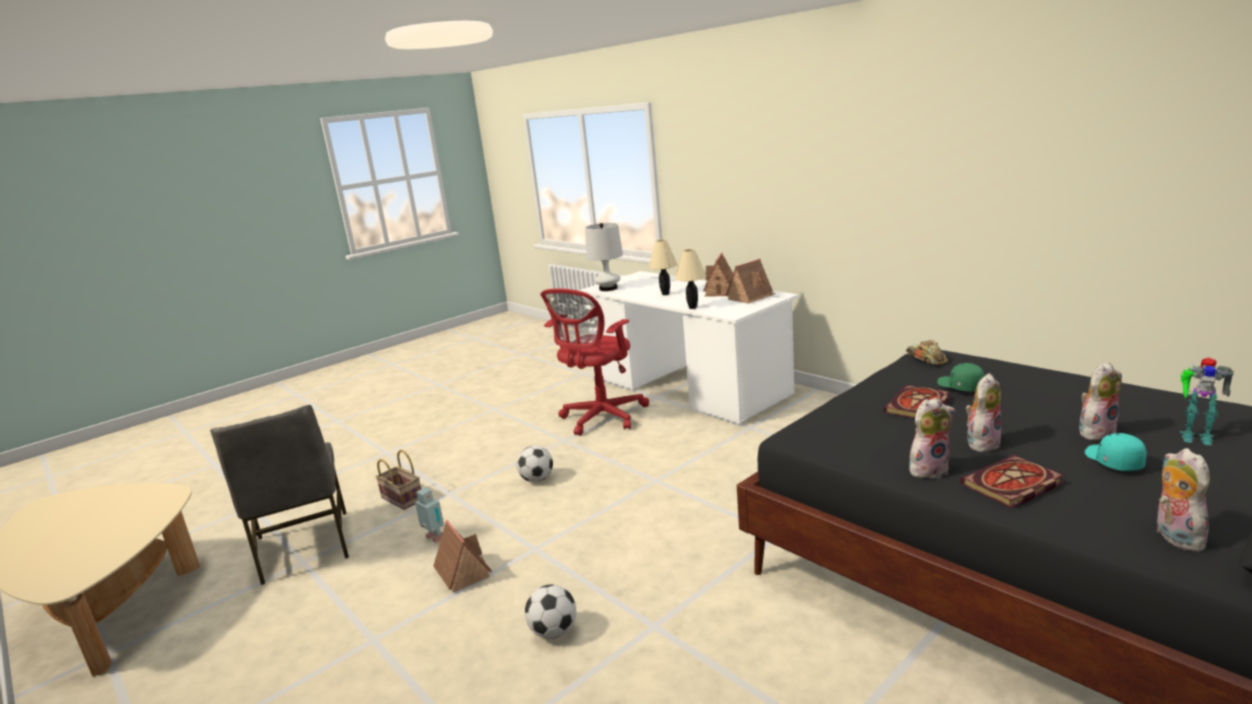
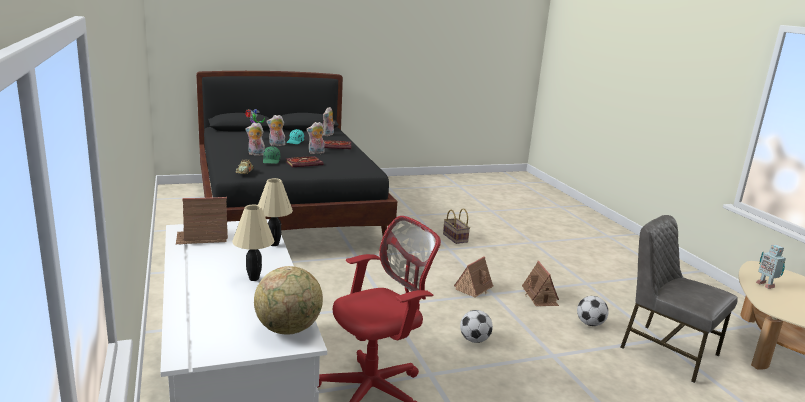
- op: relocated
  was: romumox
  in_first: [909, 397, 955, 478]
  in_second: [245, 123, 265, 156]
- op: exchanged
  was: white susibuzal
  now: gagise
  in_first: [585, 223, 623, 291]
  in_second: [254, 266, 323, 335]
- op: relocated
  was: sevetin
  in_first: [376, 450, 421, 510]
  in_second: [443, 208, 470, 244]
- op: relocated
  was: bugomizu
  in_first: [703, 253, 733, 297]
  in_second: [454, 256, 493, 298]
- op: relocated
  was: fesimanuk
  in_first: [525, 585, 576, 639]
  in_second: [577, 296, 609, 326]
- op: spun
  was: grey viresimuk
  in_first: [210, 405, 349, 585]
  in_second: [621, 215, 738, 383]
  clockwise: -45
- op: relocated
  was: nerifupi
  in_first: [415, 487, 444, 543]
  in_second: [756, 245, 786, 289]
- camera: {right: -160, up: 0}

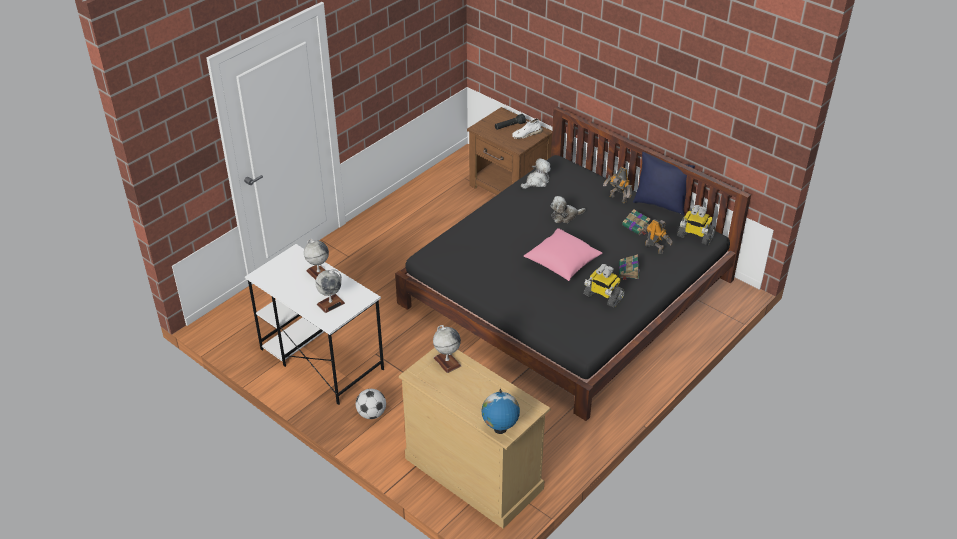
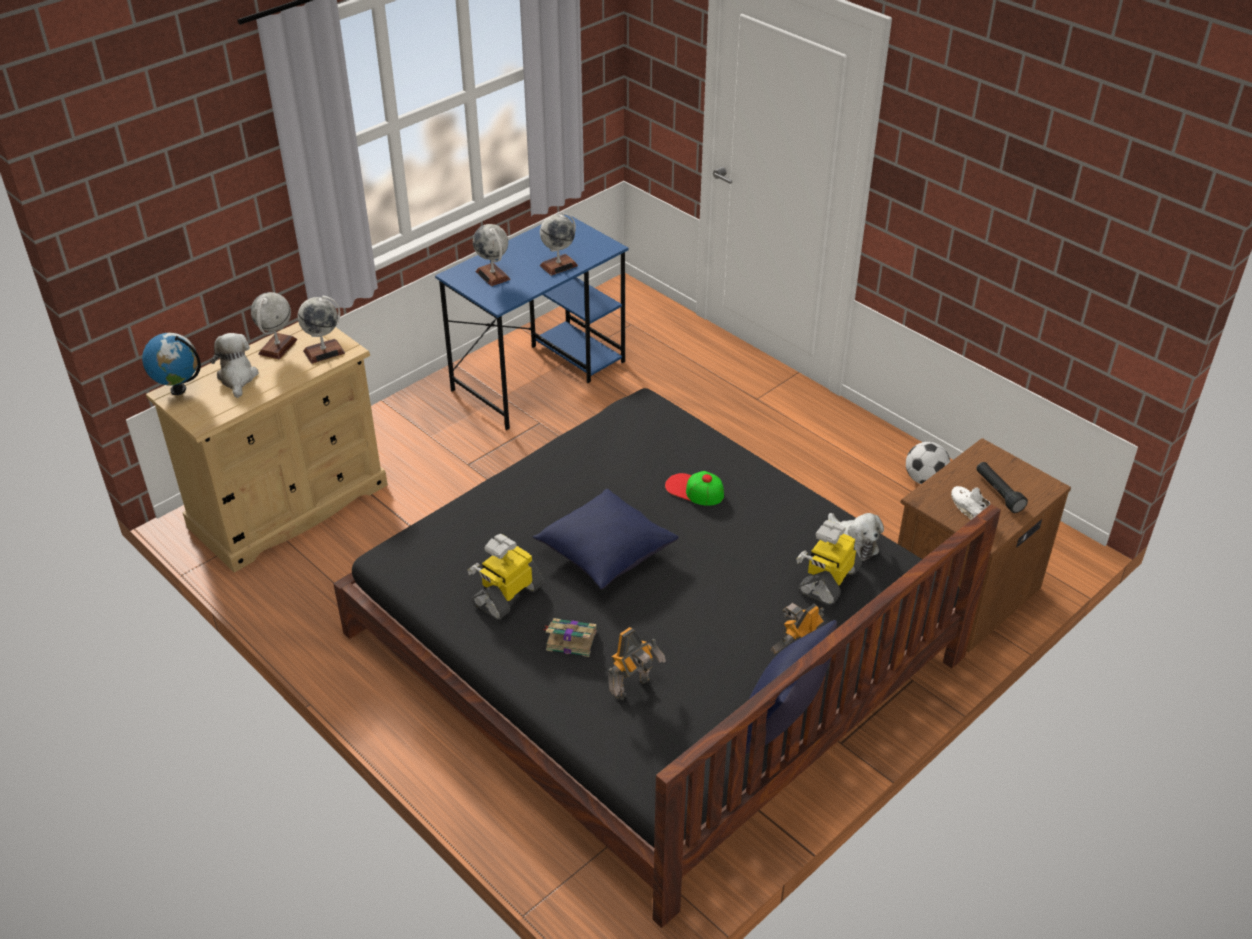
- op: relocated
  was: romumox
  in_first: [551, 196, 586, 223]
  in_second: [210, 333, 259, 398]
- op: appeared
  now: gagise
  in_second: [251, 292, 297, 359]
- op: colour
  was: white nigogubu
  now: blue nigogubu
  in_first: [245, 244, 384, 405]
  in_second: [435, 215, 629, 430]
- op: colour
  was: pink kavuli
  now: blue kavuli
  in_first: [524, 228, 603, 281]
  in_second: [532, 489, 678, 589]
- op: appeared
  now: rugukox
  in_second: [665, 471, 724, 506]
- op: relocated
  was: nerifupi
  in_first: [677, 205, 716, 245]
  in_second: [796, 520, 862, 605]
- op: relocated
  was: fesimanuk
  in_first: [356, 389, 386, 419]
  in_second: [906, 442, 950, 484]
- op: missing
  was: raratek
  in_first: [622, 209, 651, 235]
- camera: {right: 95, up: 0}

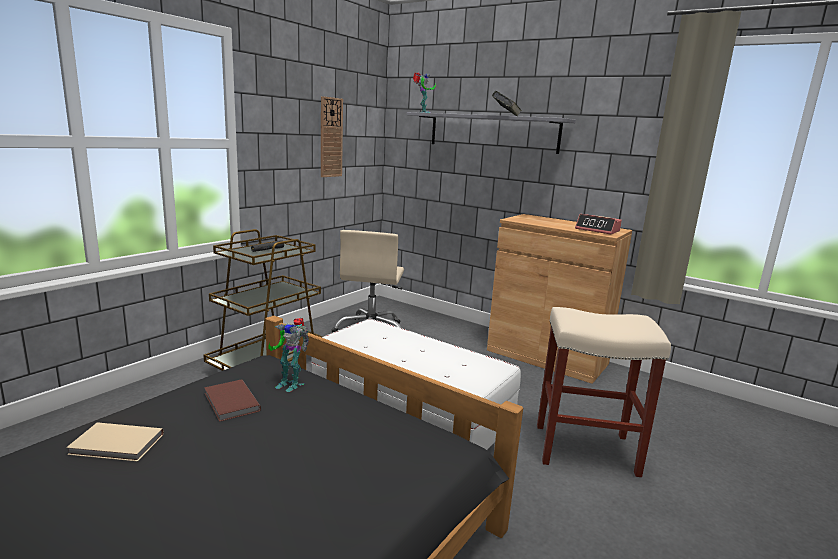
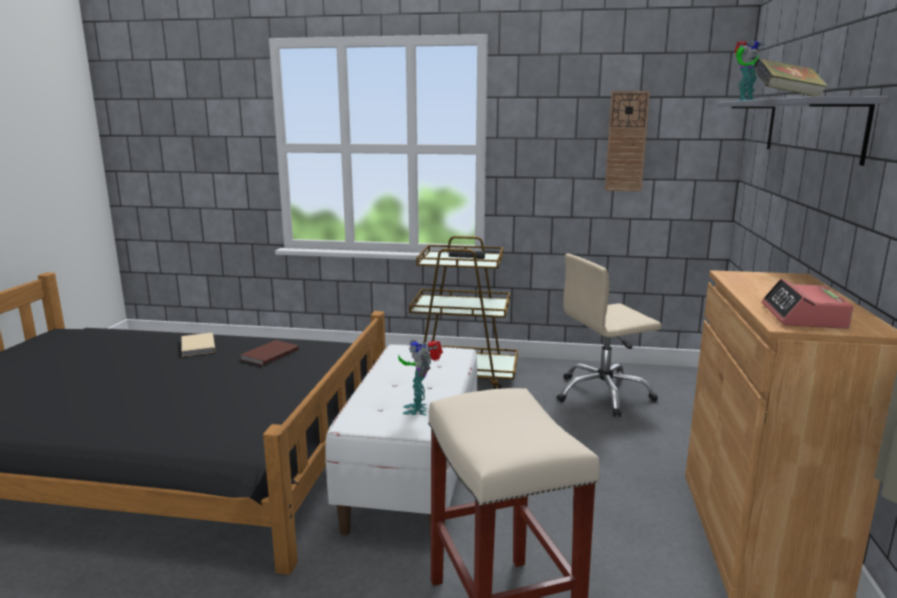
- op: relocated
  was: nerifupi
  in_first: [268, 318, 310, 392]
  in_second: [398, 340, 443, 416]
- camera: {right: 65, up: 0}

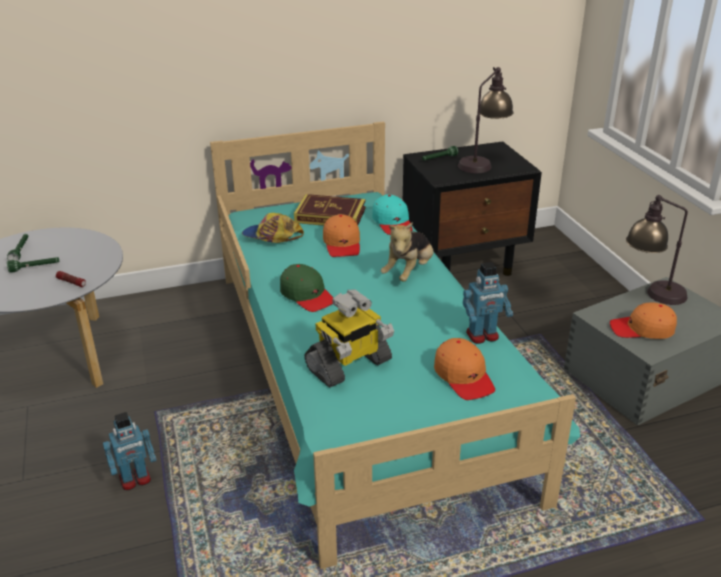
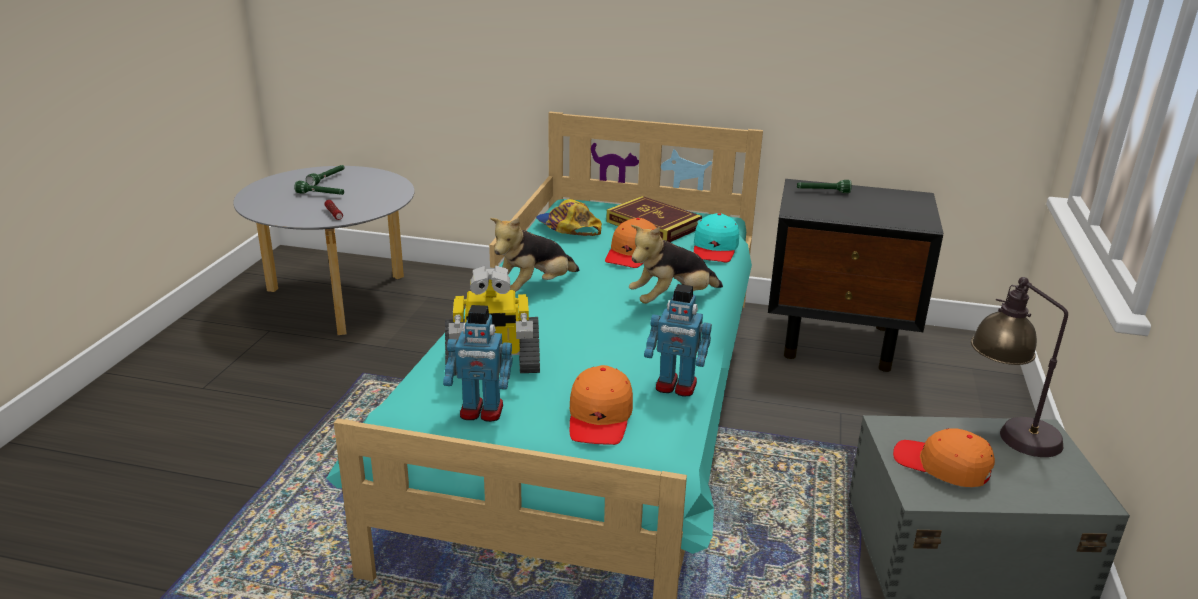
- op: relocated
  was: nerifupi
  in_first: [103, 412, 157, 490]
  in_second: [443, 305, 512, 422]
- op: exchanged
  was: green rugukox
  now: romumox
  in_first: [280, 264, 333, 312]
  in_second: [490, 217, 579, 292]
- op: missing
  was: susibuzal
  in_first: [458, 67, 514, 173]
- camera: {right: 30, up: -5}

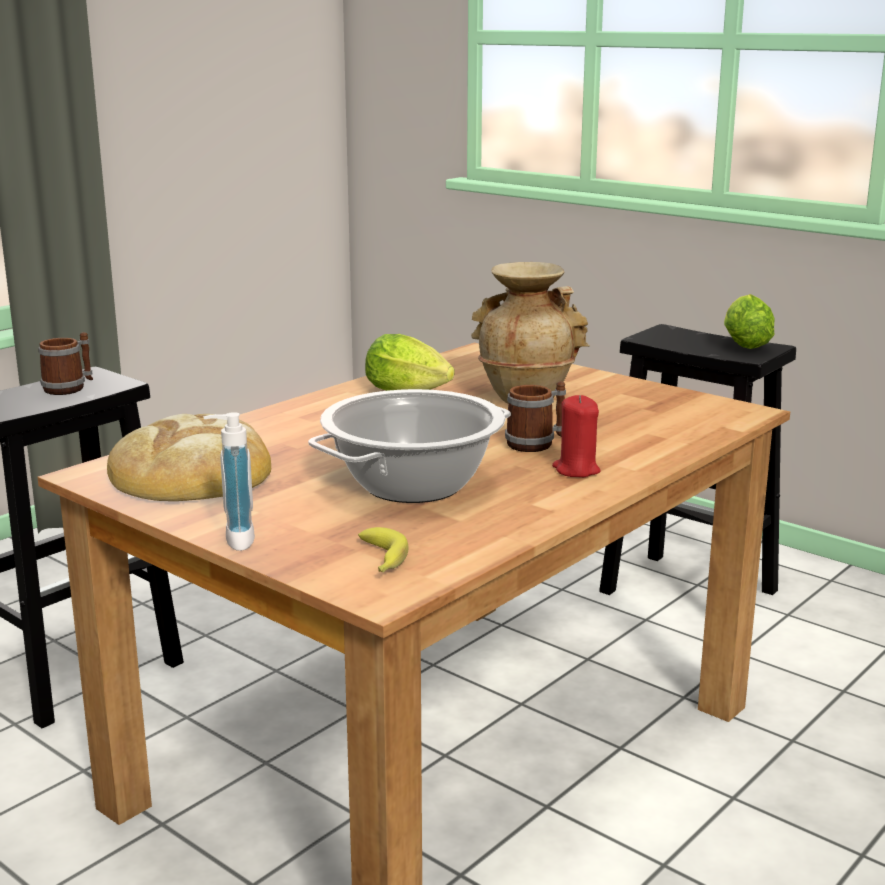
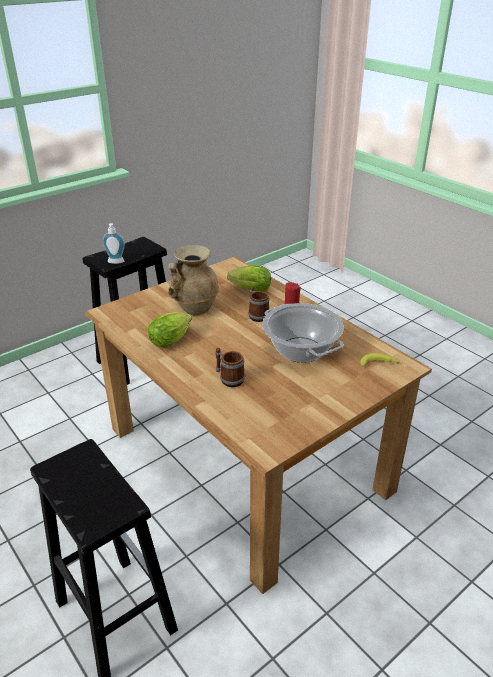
- op: relocated
  was: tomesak
  in_first: [204, 412, 255, 551]
  in_second: [102, 223, 125, 264]
- op: relocated
  was: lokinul
  in_first: [38, 332, 93, 395]
  in_second: [215, 348, 245, 387]
- op: relocated
  was: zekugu
  in_first: [724, 294, 775, 349]
  in_second: [227, 265, 271, 291]
- op: missing
  was: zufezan
  in_first: [107, 414, 271, 501]
- camera: {right: -80, up: 15}

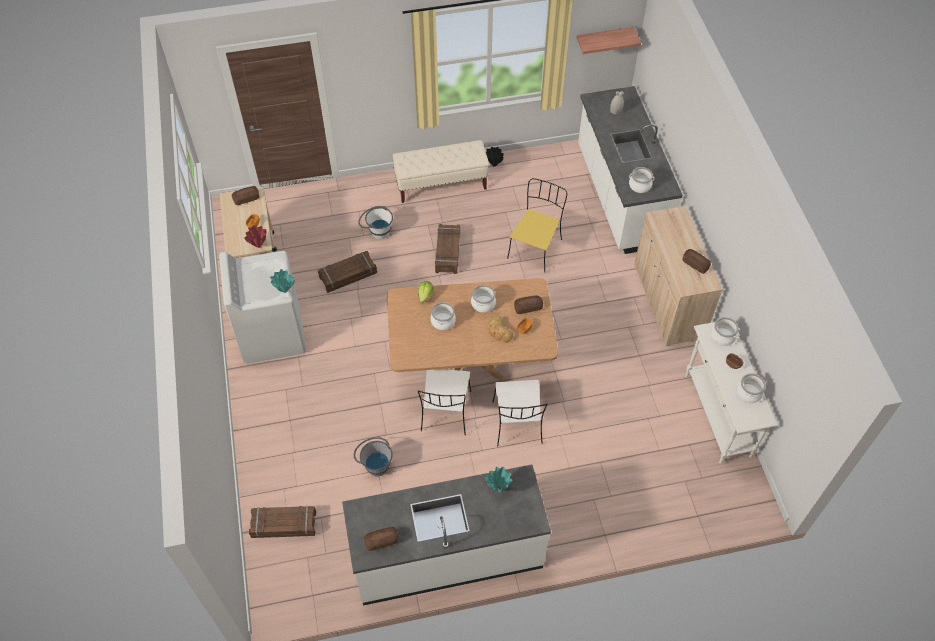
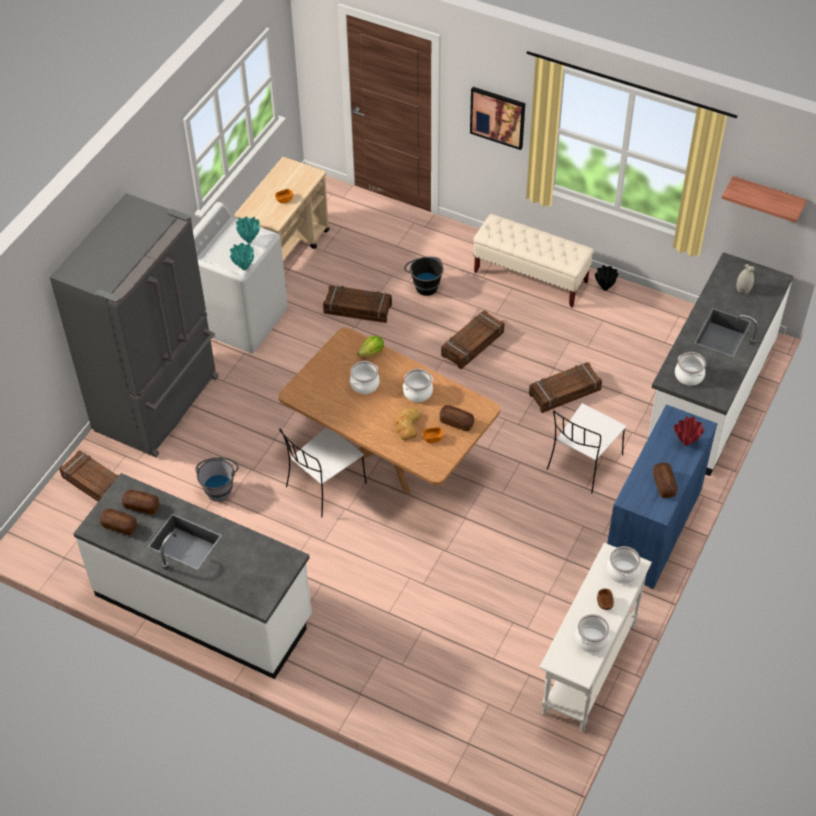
- op: appeared
  now: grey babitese
  in_second: [50, 193, 219, 457]
- op: relocated
  was: zufezan
  in_first: [232, 186, 259, 205]
  in_second: [122, 490, 159, 514]
- op: relocated
  was: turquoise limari
  in_first: [485, 467, 513, 492]
  in_second: [236, 217, 260, 243]
- op: colour
  was: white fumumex
  now: black fumumex
  in_first: [358, 206, 393, 239]
  in_second: [404, 257, 444, 296]
- op: appeared
  now: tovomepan
  in_second: [470, 87, 525, 150]
- op: exchanged
  was: yellow viresimuk
  now: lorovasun
  in_first: [507, 178, 567, 272]
  in_second: [529, 362, 602, 413]
- op: relocated
  was: white viresimuk
  in_first: [492, 380, 547, 447]
  in_second: [547, 403, 626, 493]
- op: colour
  was: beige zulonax
  now: blue zulonax
  in_first: [634, 206, 723, 346]
  in_second: [607, 404, 718, 589]
- op: relocated
  was: red limari
  in_first: [244, 225, 266, 248]
  in_second: [674, 416, 705, 446]
- camera: {right: 40, up: -5}

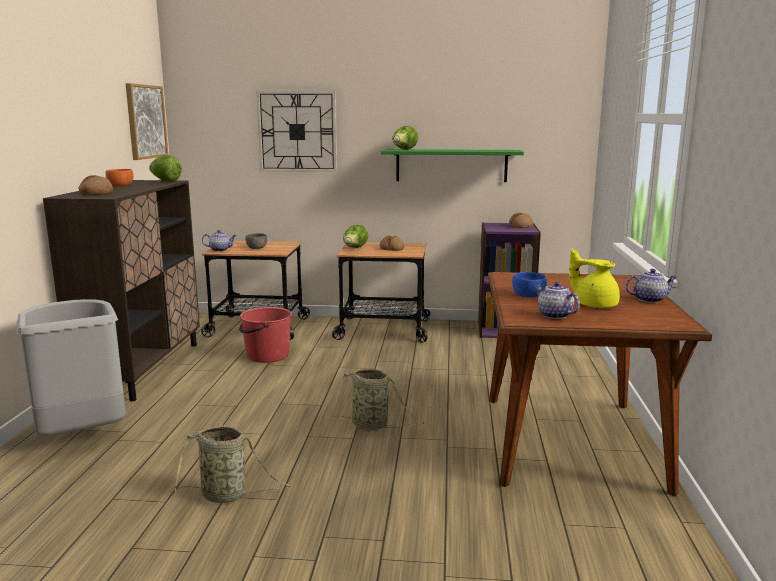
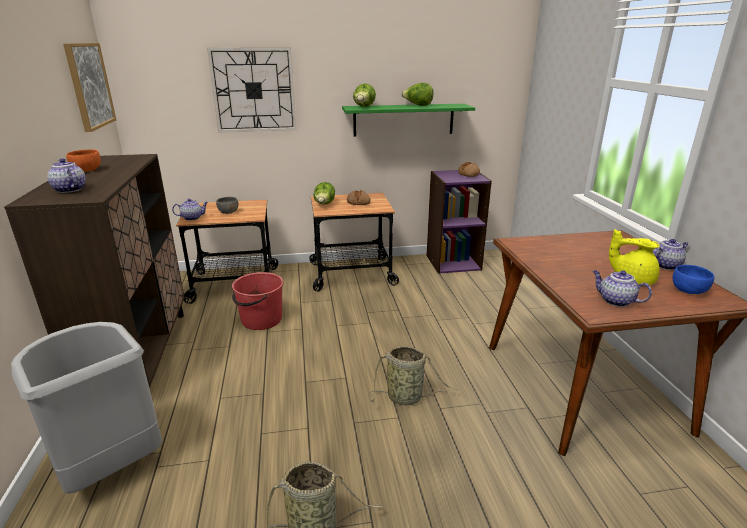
- op: exchanged
  was: zufezan
  now: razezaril
  in_first: [79, 175, 113, 195]
  in_second: [47, 159, 86, 193]
- op: relocated
  was: zekugu
  in_first: [149, 155, 182, 182]
  in_second: [401, 83, 433, 106]
- op: relocated
  was: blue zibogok
  in_first: [512, 272, 547, 297]
  in_second: [672, 265, 714, 294]
- camera: {right: -15, up: 10}

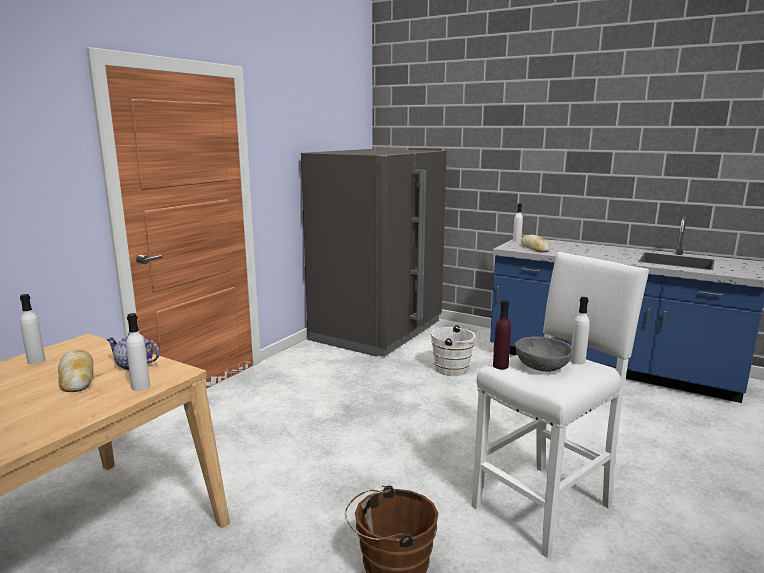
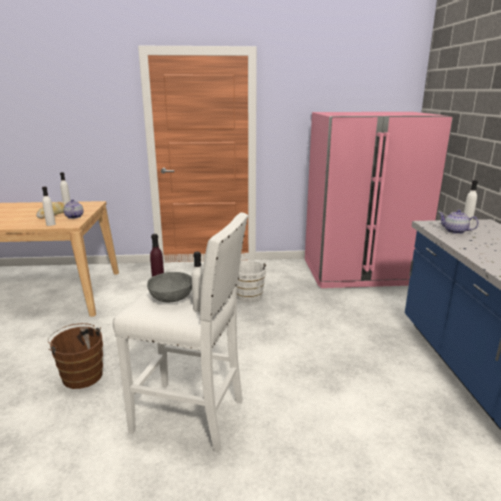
- op: relocated
  was: white fumumex
  in_first: [431, 325, 480, 376]
  in_second: [237, 261, 267, 302]
- op: colour
  was: grey babitese
  now: pink babitese
  in_first: [301, 149, 447, 357]
  in_second: [305, 112, 453, 288]
- op: exchanged
  was: zufezan
  now: razezaril
  in_first: [521, 235, 550, 252]
  in_second: [438, 210, 479, 234]
- camera: {right: 55, up: 5}

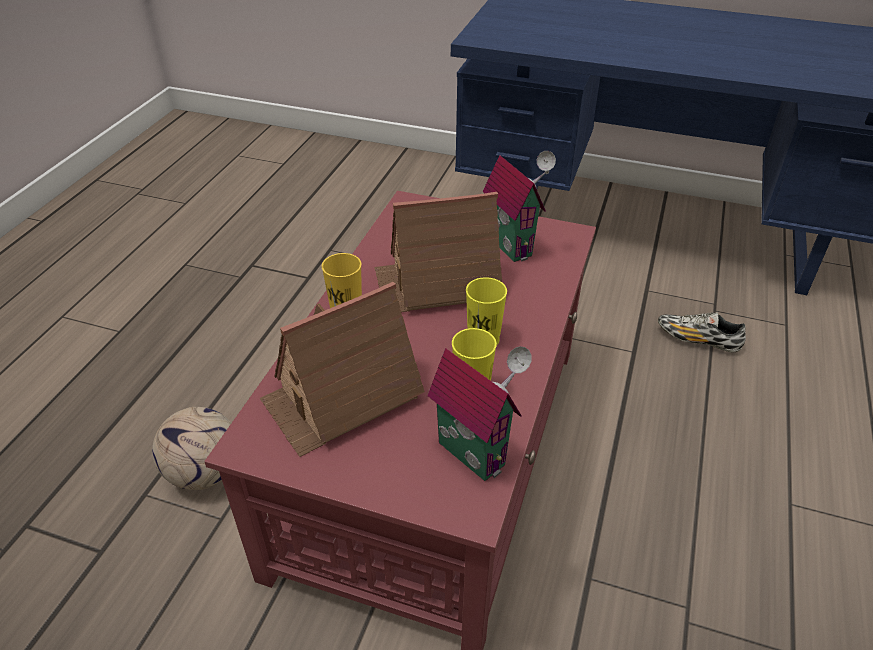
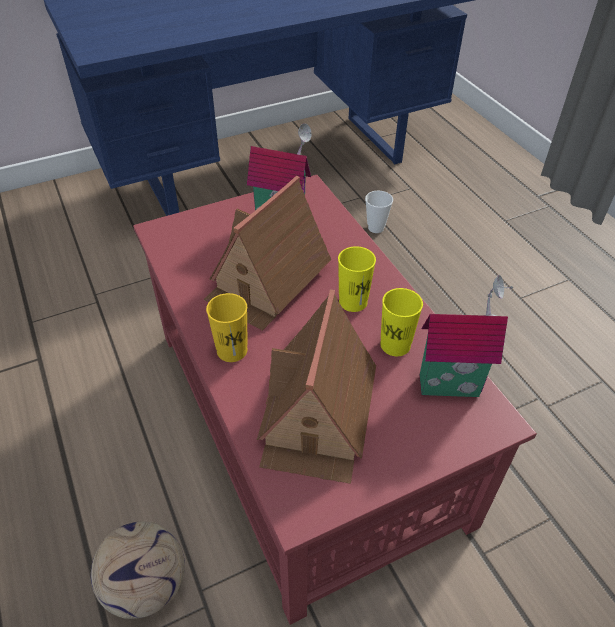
- op: exchanged
  was: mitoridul
  now: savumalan
  in_first: [658, 312, 746, 353]
  in_second: [365, 191, 393, 233]
- camera: {right: -45, up: 5}

